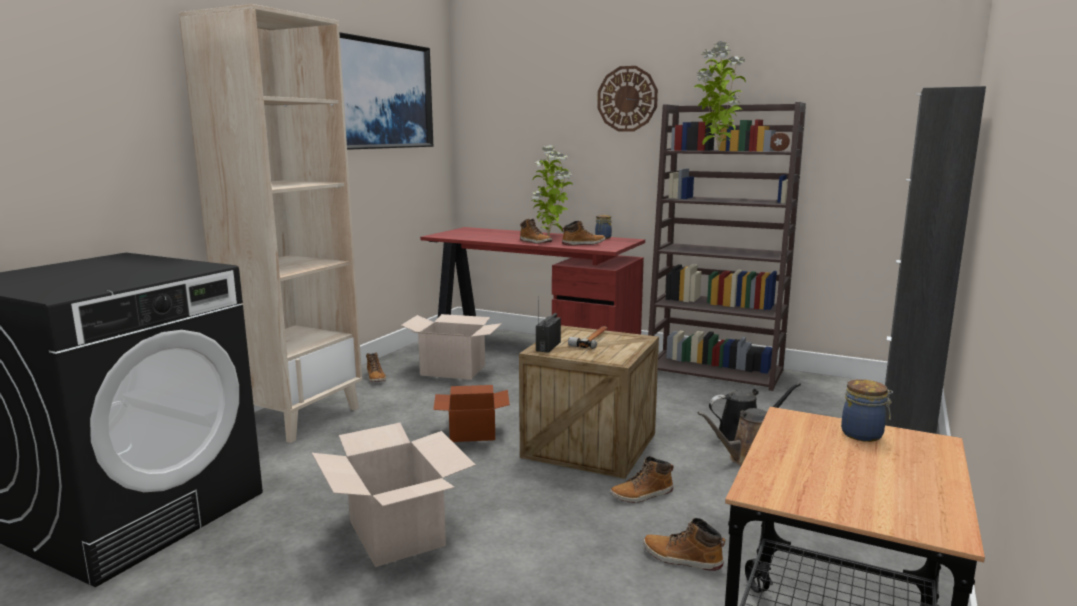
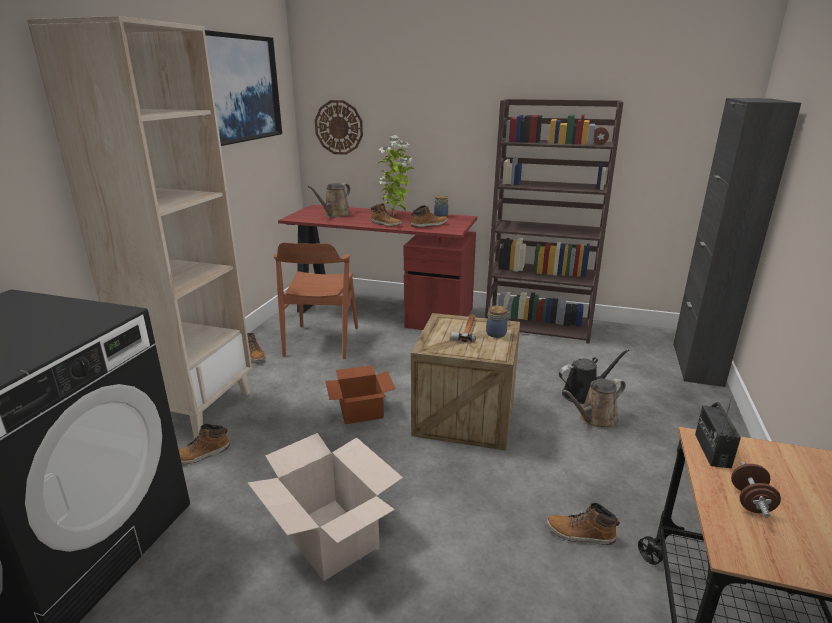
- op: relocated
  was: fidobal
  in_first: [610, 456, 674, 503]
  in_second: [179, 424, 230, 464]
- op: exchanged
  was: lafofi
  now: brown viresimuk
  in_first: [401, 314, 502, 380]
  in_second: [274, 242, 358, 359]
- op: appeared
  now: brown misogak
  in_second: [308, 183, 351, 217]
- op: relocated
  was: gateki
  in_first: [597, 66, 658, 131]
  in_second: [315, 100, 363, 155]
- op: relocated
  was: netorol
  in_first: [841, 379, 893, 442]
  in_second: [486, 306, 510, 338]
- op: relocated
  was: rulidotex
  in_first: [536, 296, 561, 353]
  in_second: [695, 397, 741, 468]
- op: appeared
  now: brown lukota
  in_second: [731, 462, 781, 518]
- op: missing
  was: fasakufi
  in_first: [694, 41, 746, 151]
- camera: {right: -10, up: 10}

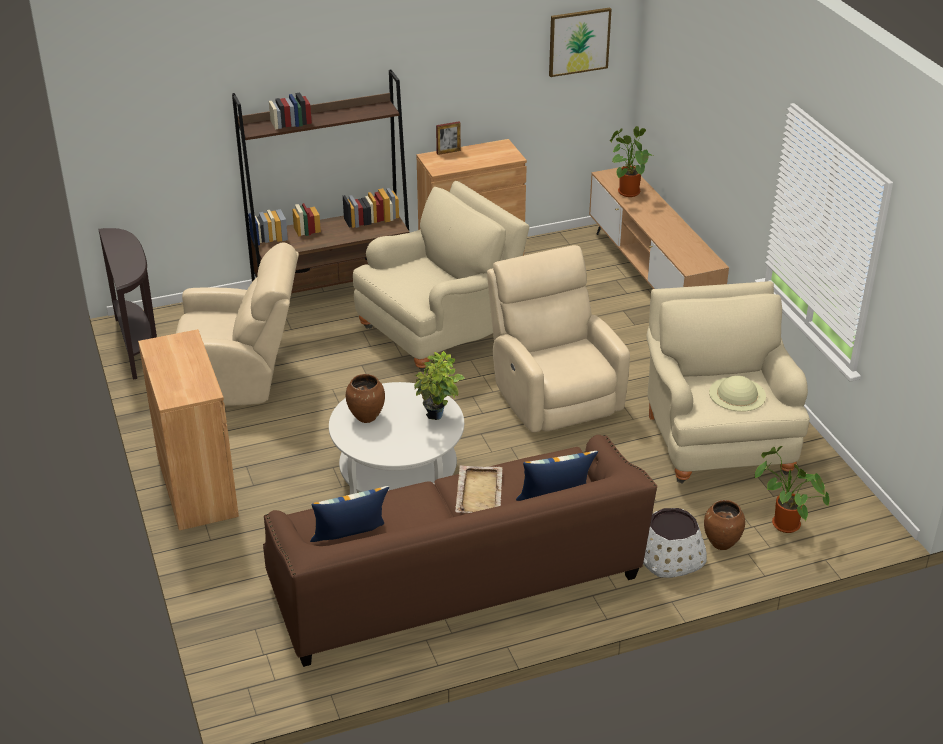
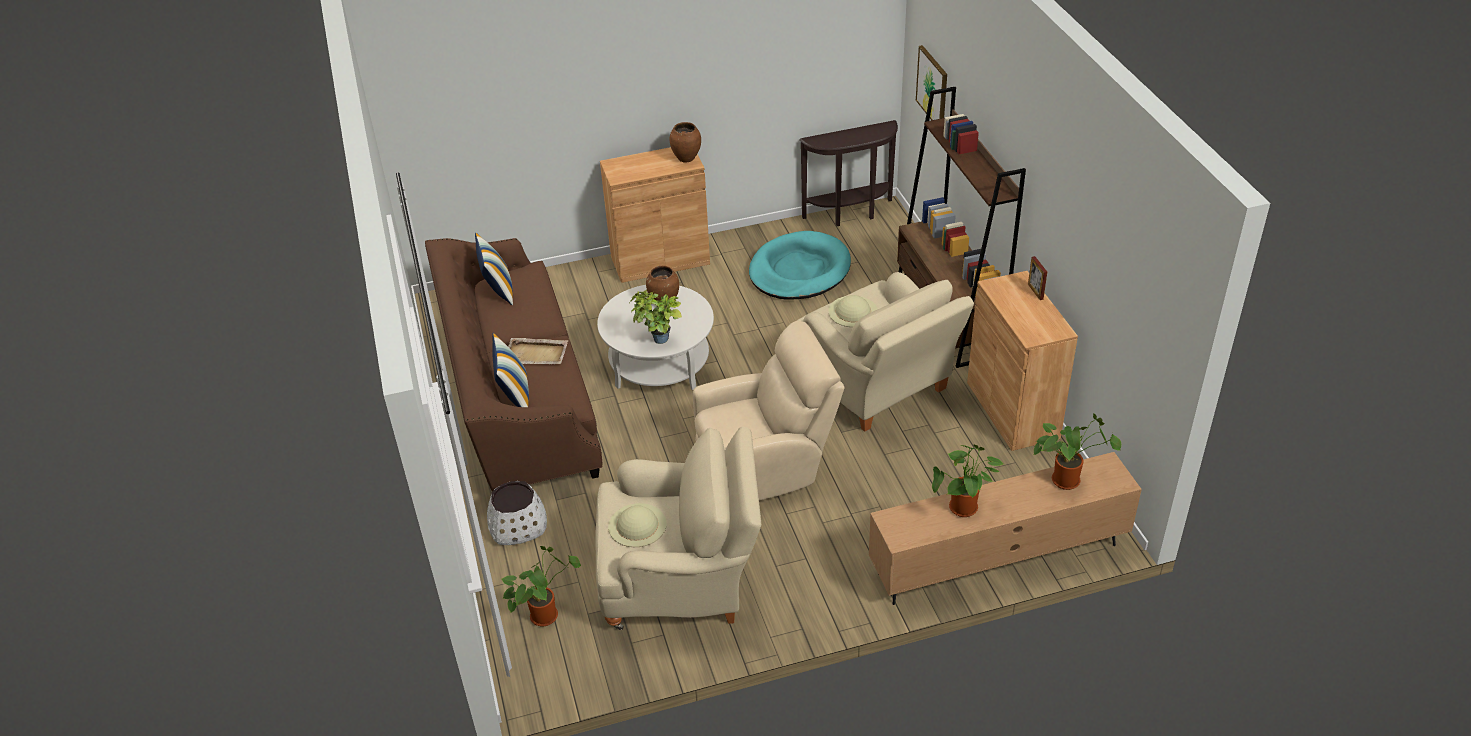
- op: relocated
  was: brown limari
  in_first: [704, 500, 745, 550]
  in_second: [670, 122, 701, 162]
- op: exchanged
  was: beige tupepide
  now: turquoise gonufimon
  in_first: [176, 242, 299, 406]
  in_second: [749, 231, 851, 300]
- op: appeared
  now: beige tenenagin
  in_second: [828, 295, 877, 327]
- op: relocated
  was: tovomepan
  in_first: [549, 7, 612, 77]
  in_second: [916, 45, 947, 120]
- op: appeared
  now: fasakufi
  in_second: [932, 445, 1004, 517]
- camera: {right: 95, up: 5}

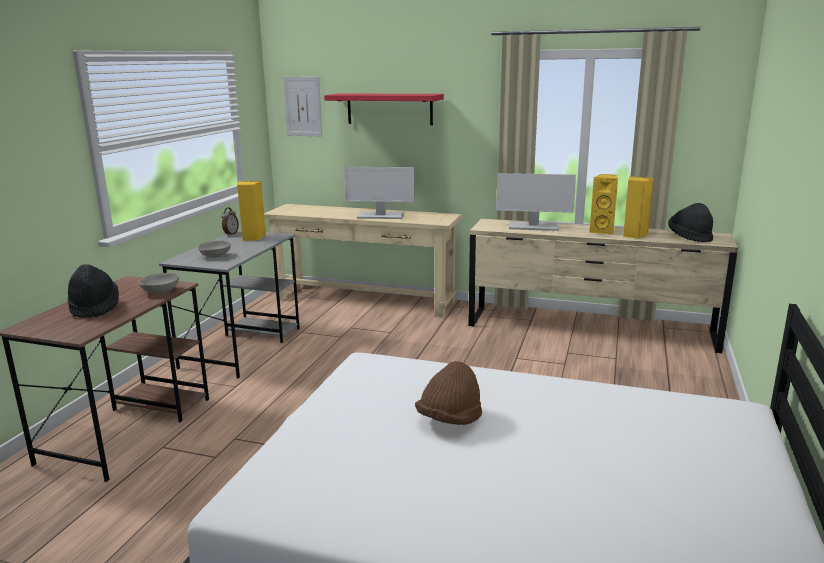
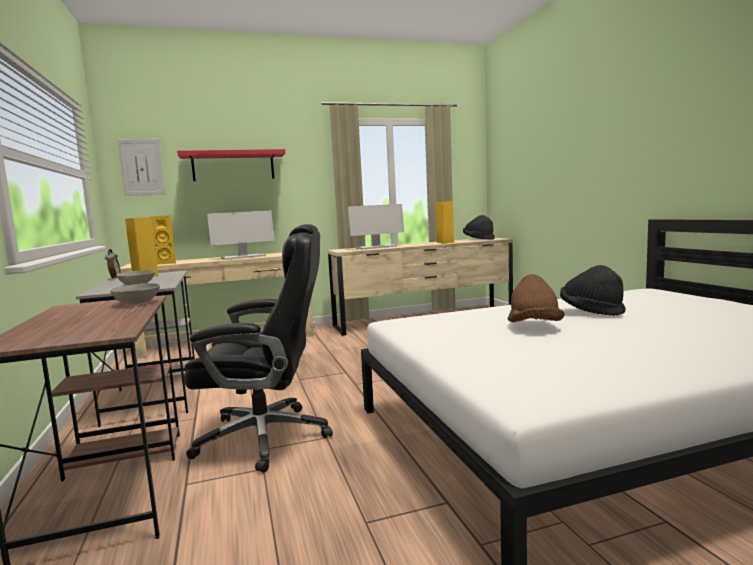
- op: relocated
  was: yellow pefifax
  in_first: [589, 174, 618, 235]
  in_second: [149, 215, 176, 265]
- op: appeared
  now: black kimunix
  in_second: [184, 224, 333, 473]
- op: relocated
  was: black tenenagin
  in_first: [68, 264, 119, 318]
  in_second: [560, 265, 625, 316]
- camera: {right: -35, up: -10}

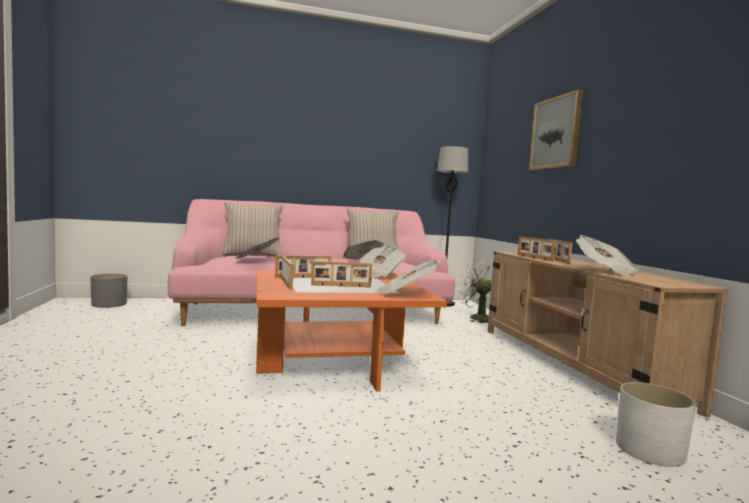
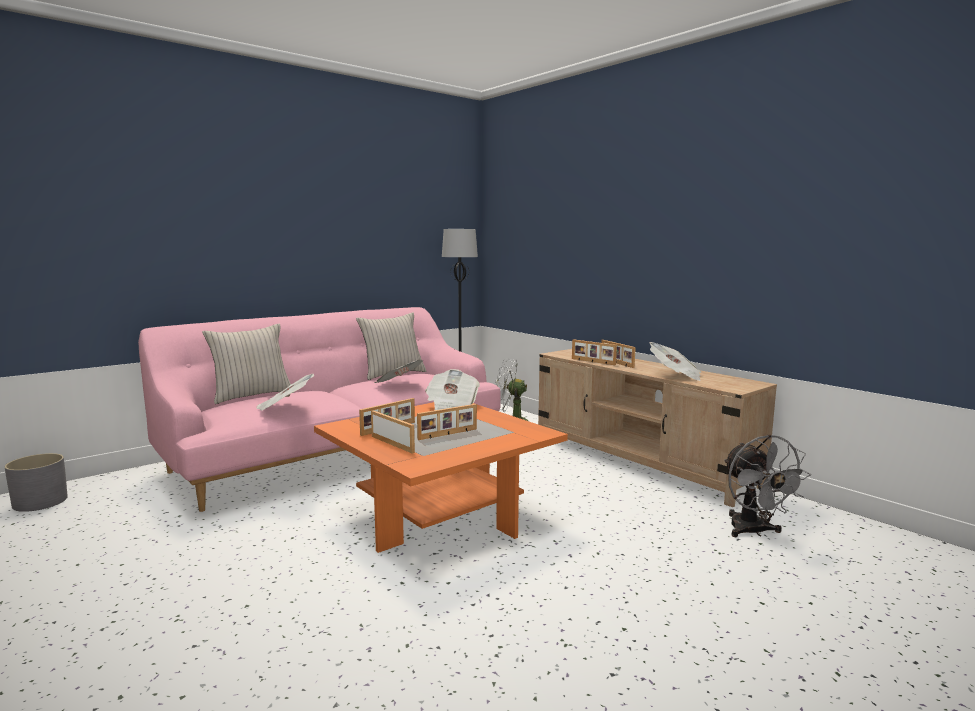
- op: exchanged
  was: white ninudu
  now: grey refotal
  in_first: [616, 382, 696, 467]
  in_second: [724, 434, 811, 537]
- op: missing
  was: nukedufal
  in_first: [374, 260, 441, 294]
- op: missing
  was: tovomepan
  in_first: [529, 89, 583, 170]
- camera: {right: -25, up: 5}

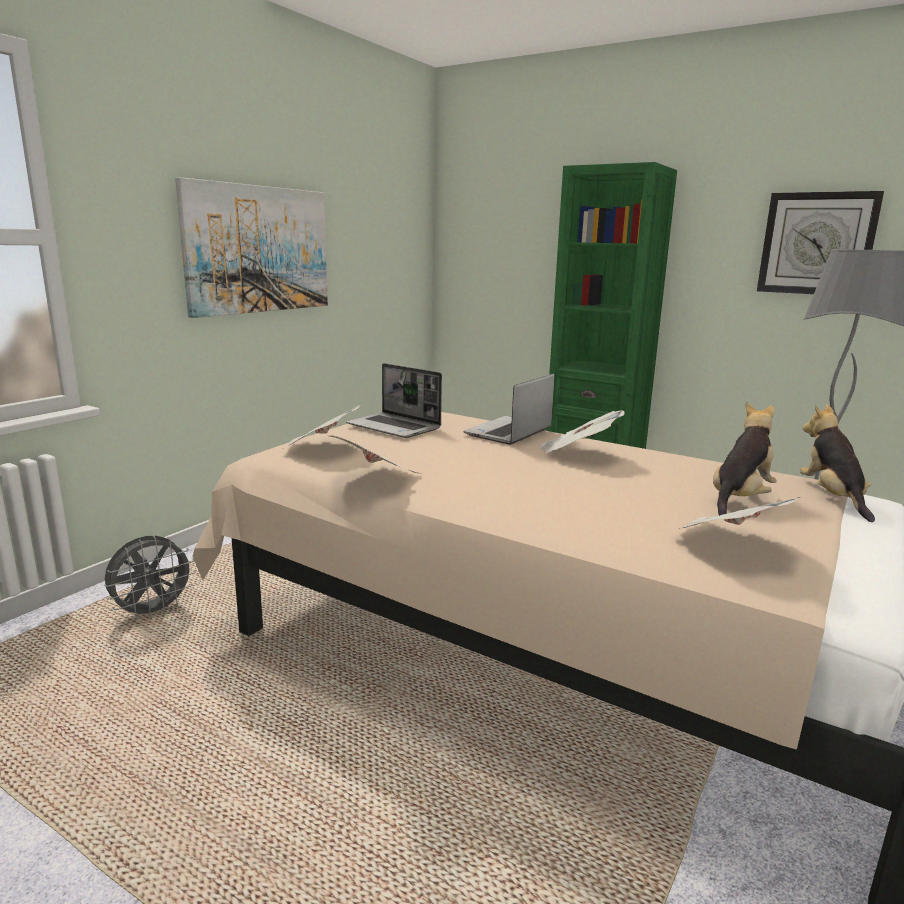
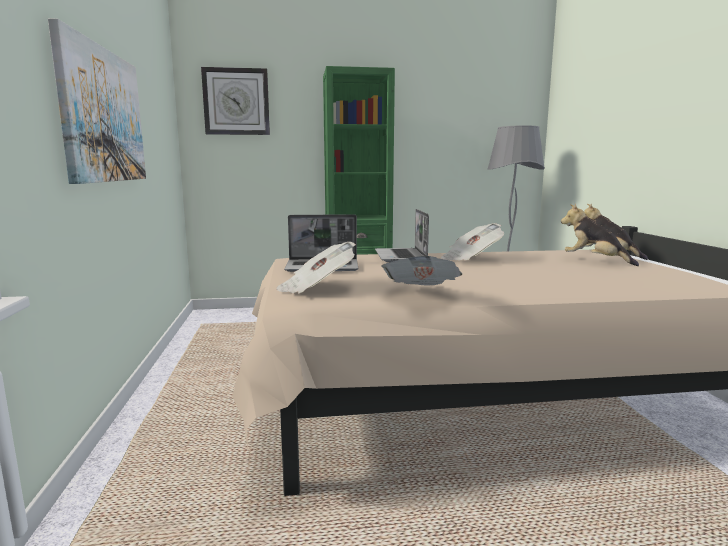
- op: relocated
  was: gateki
  in_first: [757, 191, 884, 294]
  in_second: [201, 67, 270, 135]
- op: spun
  was: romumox
  in_first: [713, 402, 777, 516]
  in_second: [561, 204, 639, 266]
  clockwise: -45
- op: missing
  was: grey refotal
  in_first: [104, 536, 196, 620]
- op: missing
  was: nukedufal
  in_first: [678, 497, 800, 529]
- camera: {right: -40, up: -5}

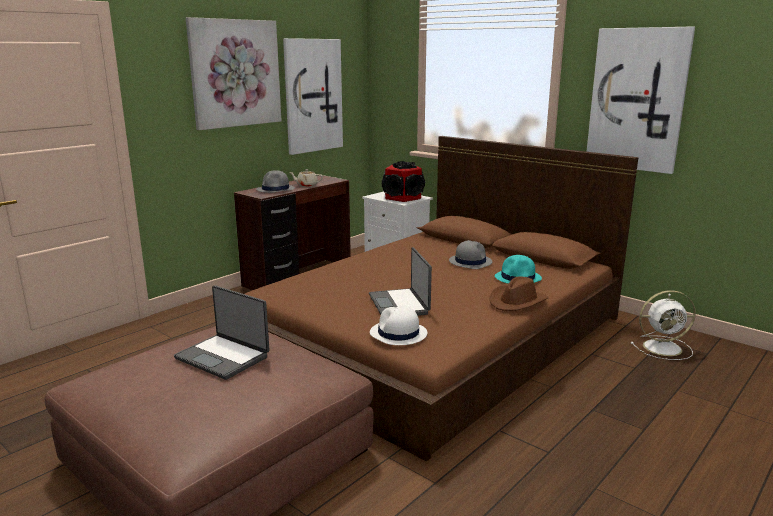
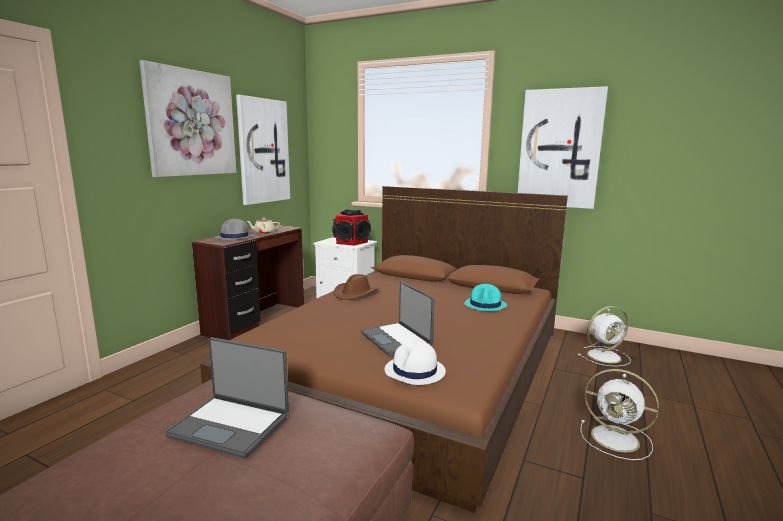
- op: relocated
  was: brown tenenagin
  in_first: [490, 277, 548, 311]
  in_second: [334, 274, 379, 300]
- op: appeared
  now: white refotal
  in_second: [580, 369, 659, 460]
- op: missing
  was: grey tenenagin
  in_first: [449, 240, 492, 269]
- camera: {right: -15, up: -5}

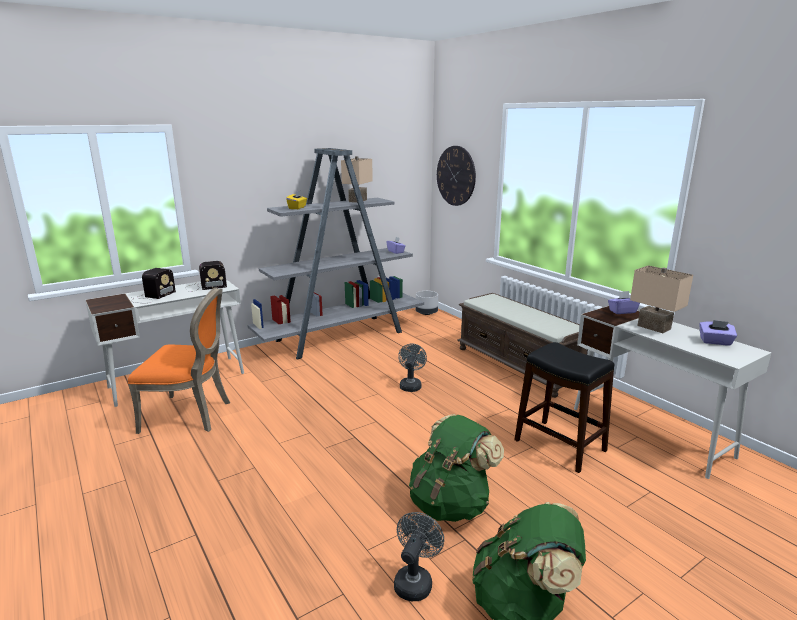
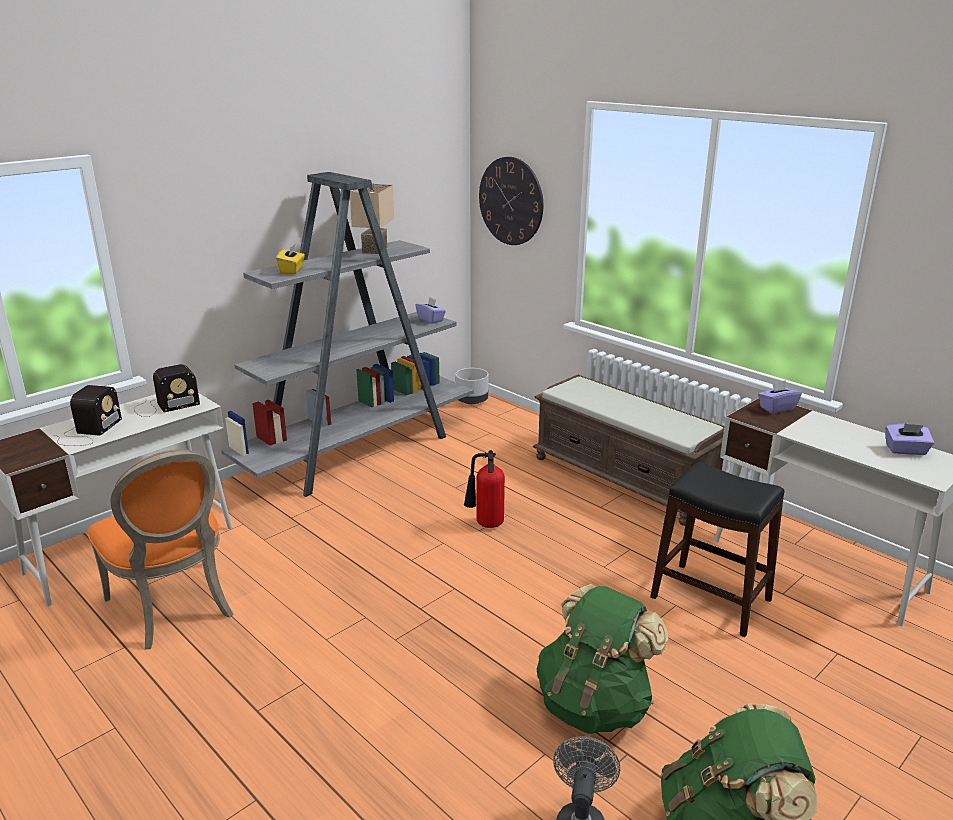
- op: spun
  was: orange viresimuk
  in_first: [128, 287, 230, 434]
  in_second: [87, 449, 233, 650]
  clockwise: 60
- op: exchanged
  was: grey refotal
  now: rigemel
  in_first: [398, 344, 427, 392]
  in_second: [464, 450, 505, 528]
- op: missing
  was: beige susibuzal
  in_first: [630, 265, 693, 333]
- camera: {right: -10, up: 5}

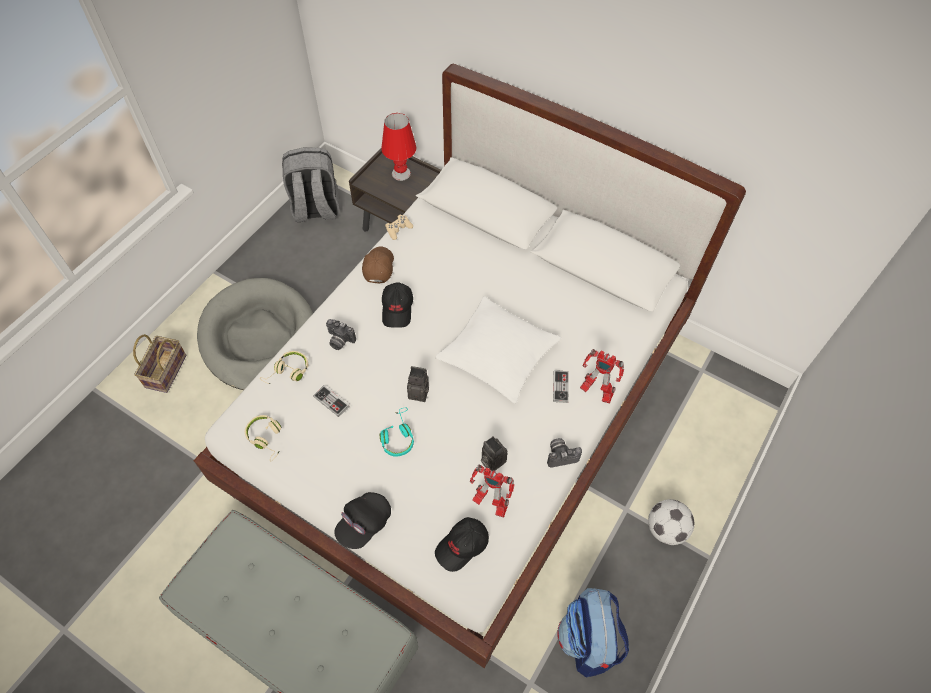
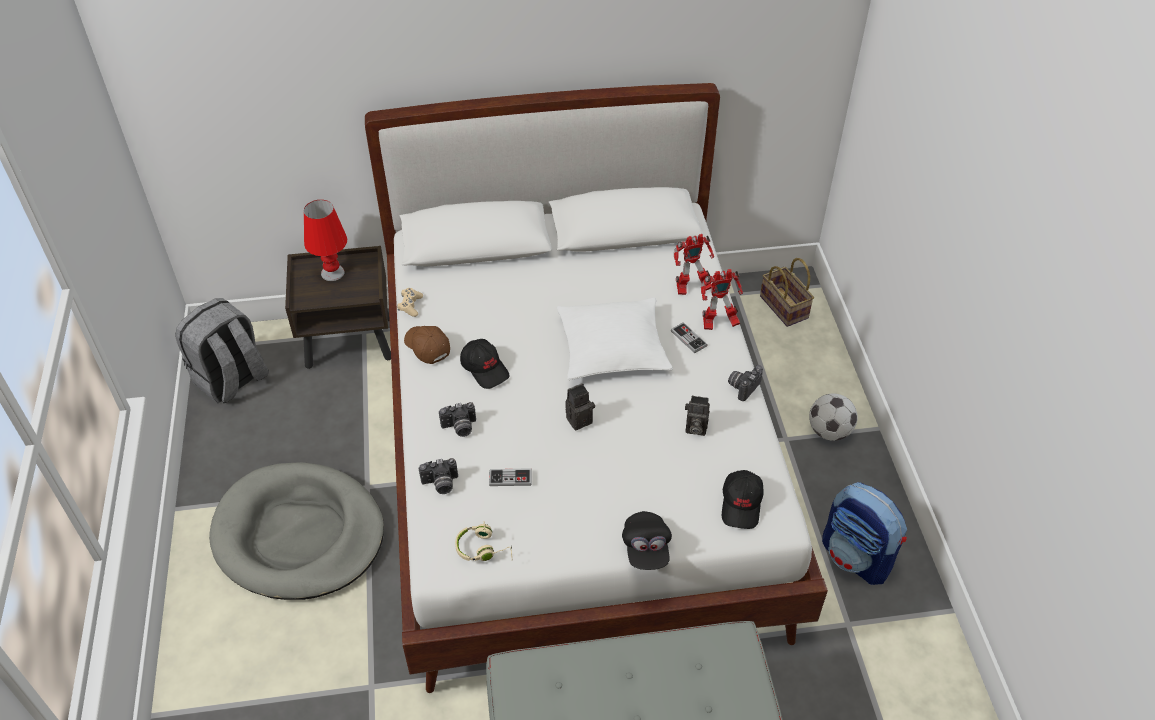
- op: exchanged
  was: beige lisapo
  now: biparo
  in_first: [260, 351, 308, 384]
  in_second: [419, 458, 458, 494]
- op: relocated
  was: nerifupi
  in_first: [470, 465, 515, 517]
  in_second: [674, 234, 714, 295]
- op: relocated
  was: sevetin
  in_first: [133, 334, 186, 393]
  in_second: [760, 258, 814, 327]
- op: missing
  was: turquoise lisapo
  in_first: [380, 407, 414, 457]
- camera: {right: -40, up: -10}

